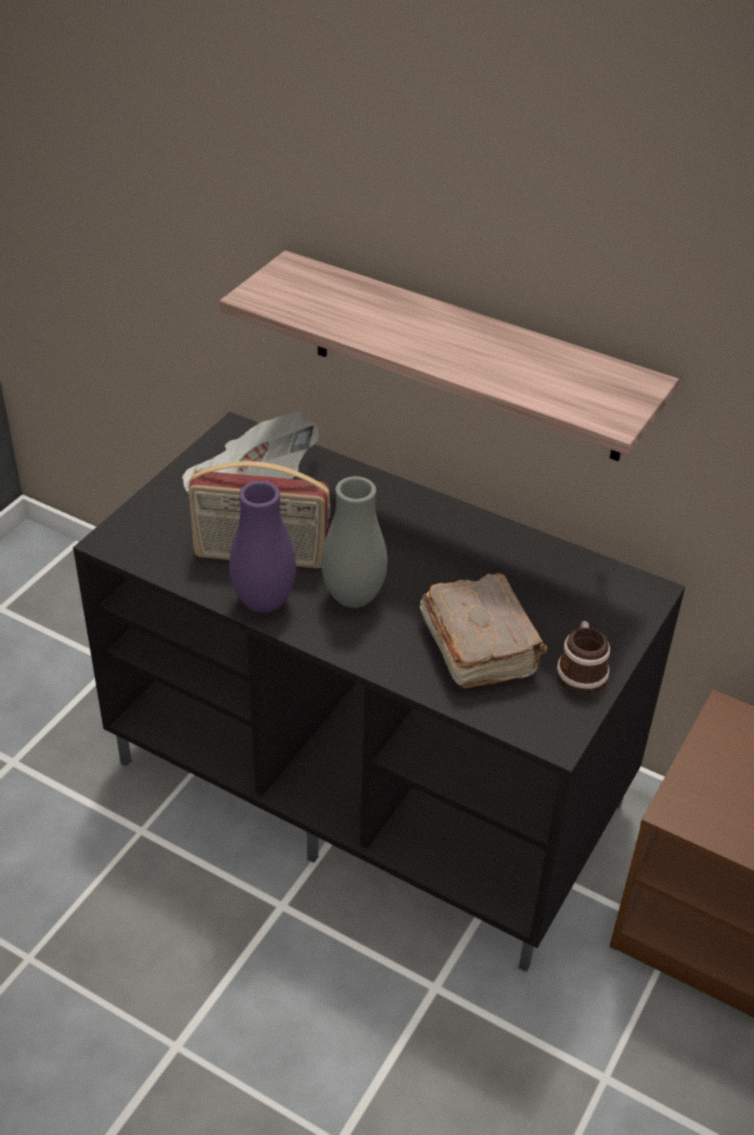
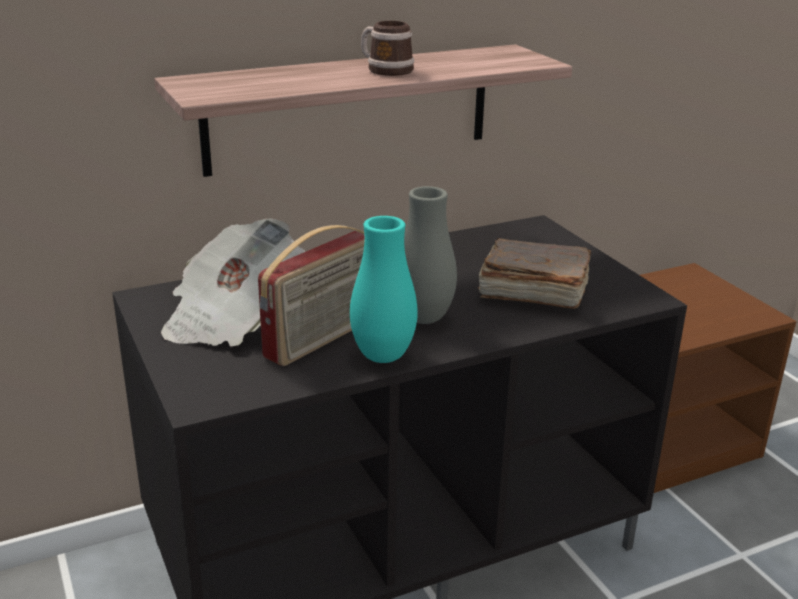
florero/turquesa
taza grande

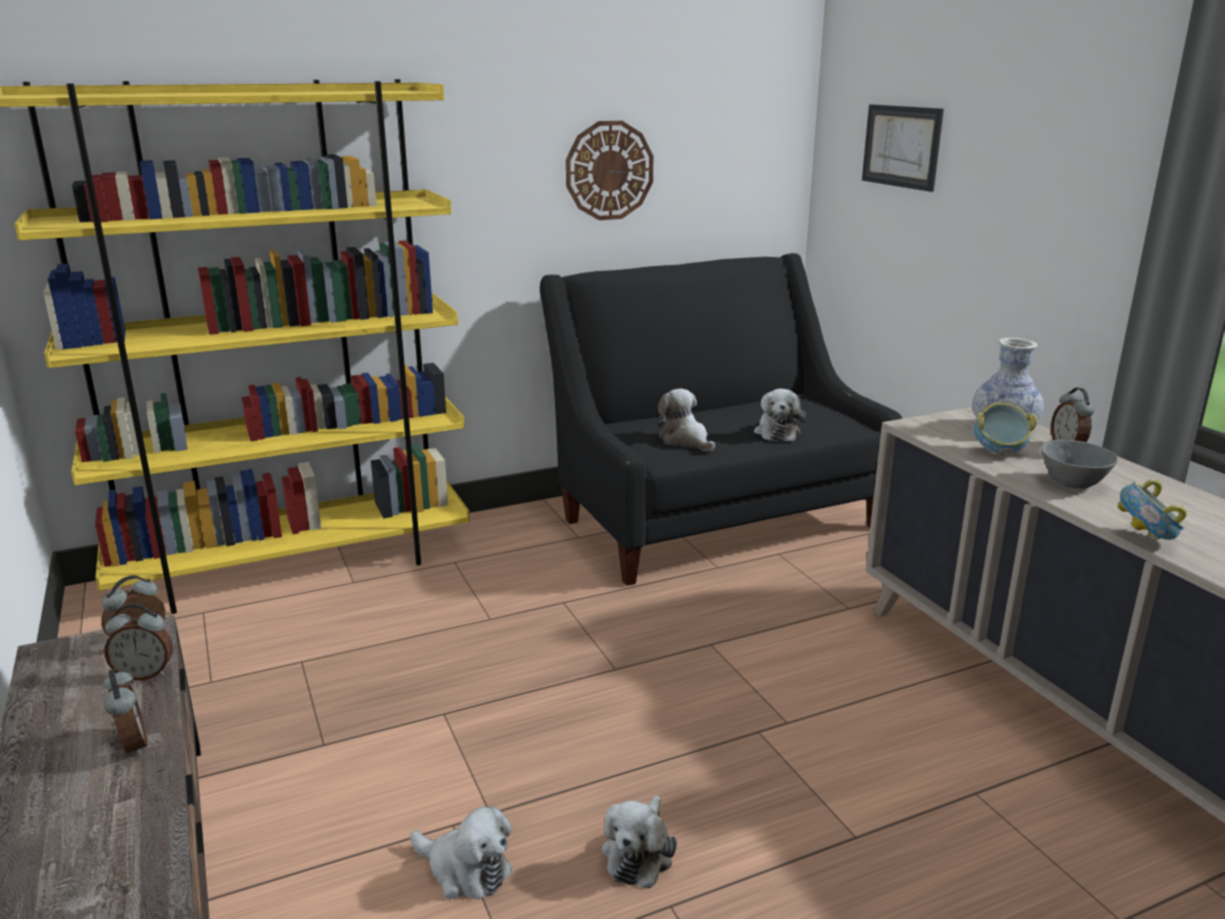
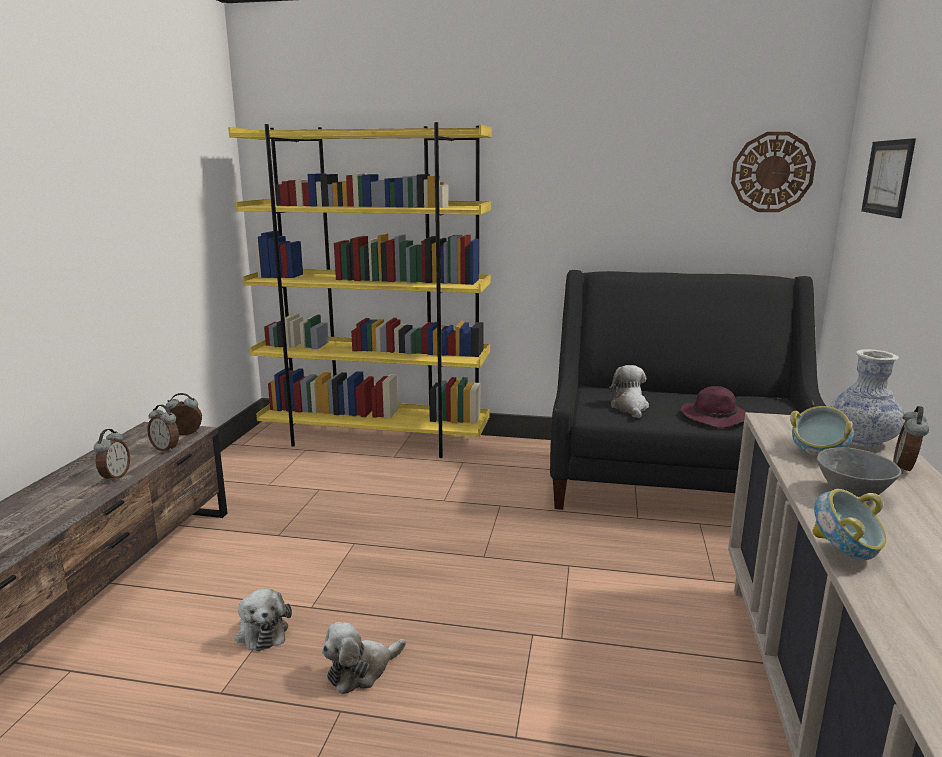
sombrero/morado
reloj de pared

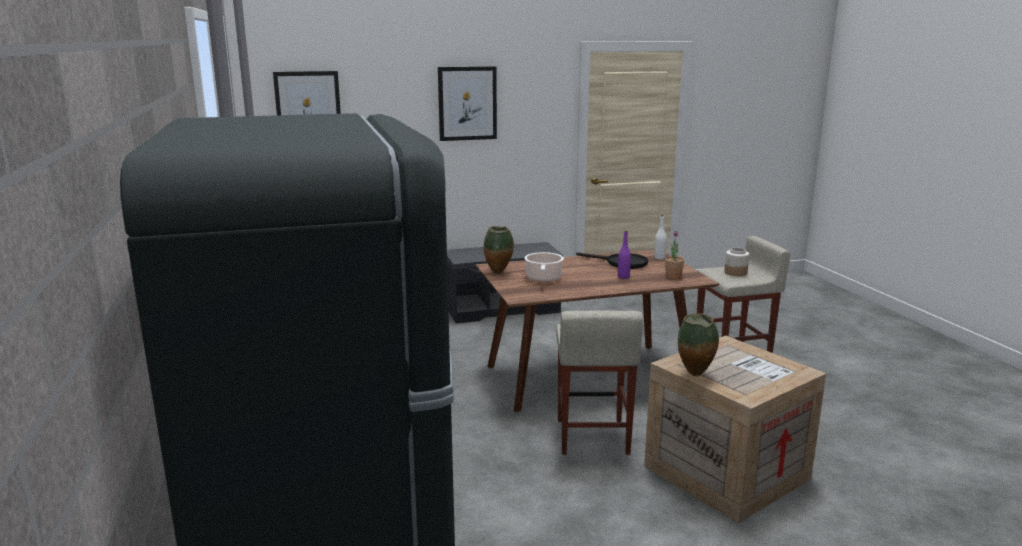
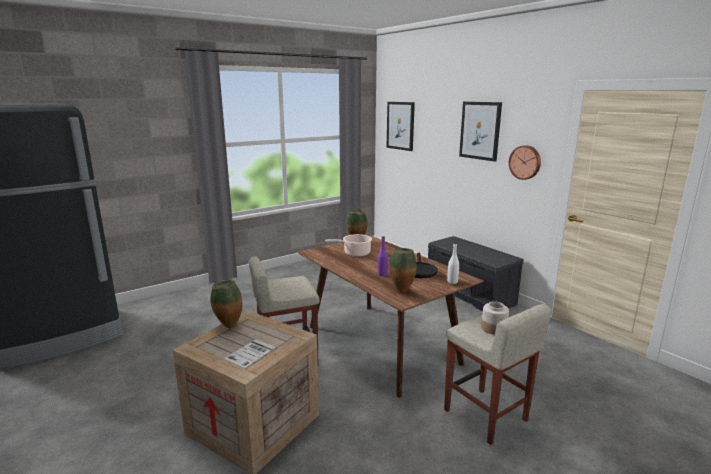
florero (3rd from left)
reloj de pared

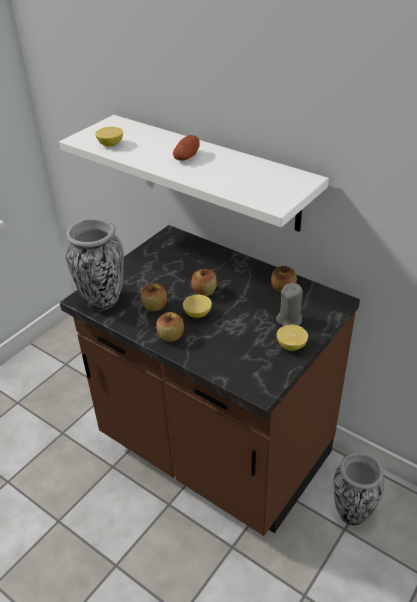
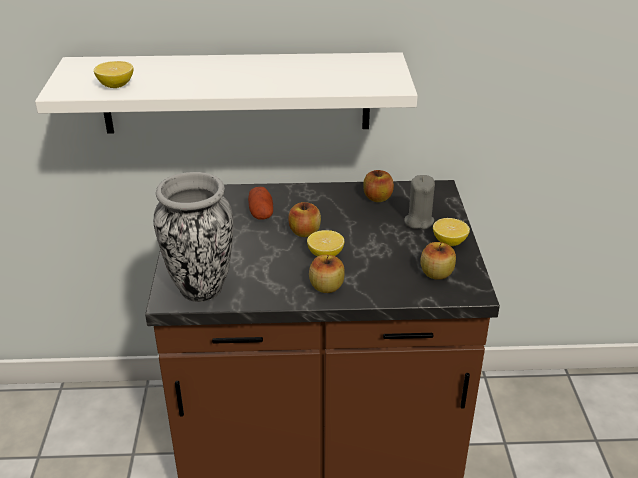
patata
manzana (4th from left)
florero (2nd from left in the first image)

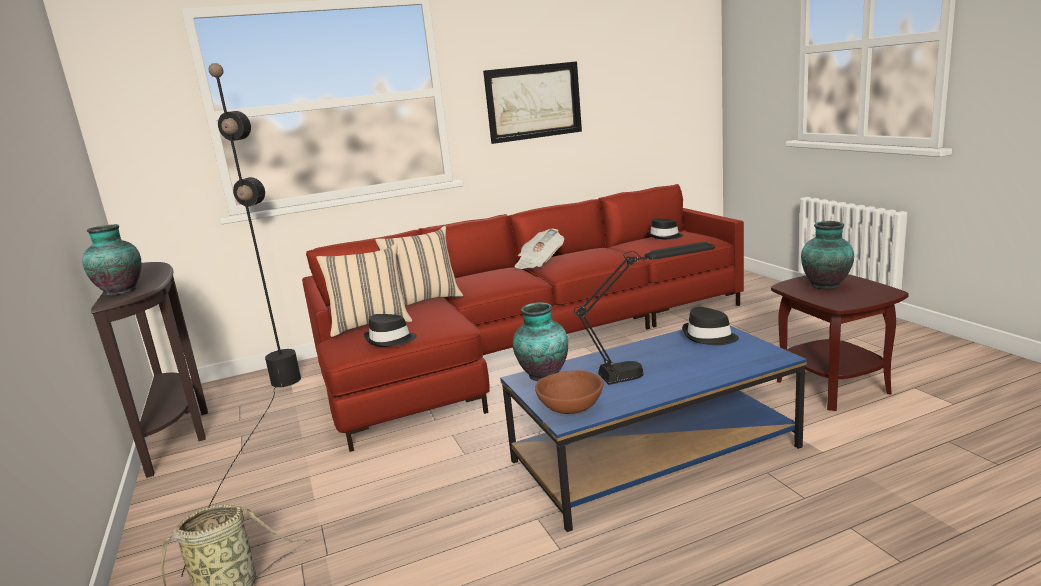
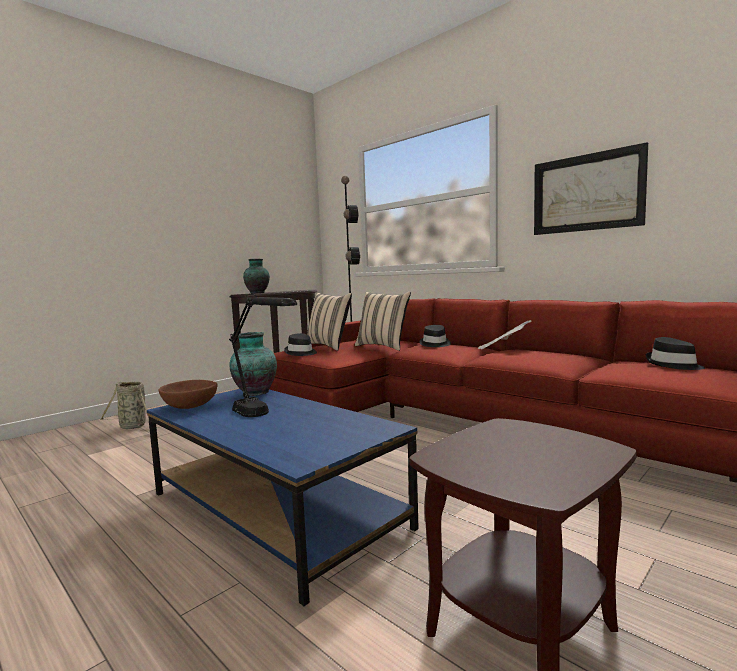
sombrero/negro (2nd from left)
florero (3rd from left in the first image)

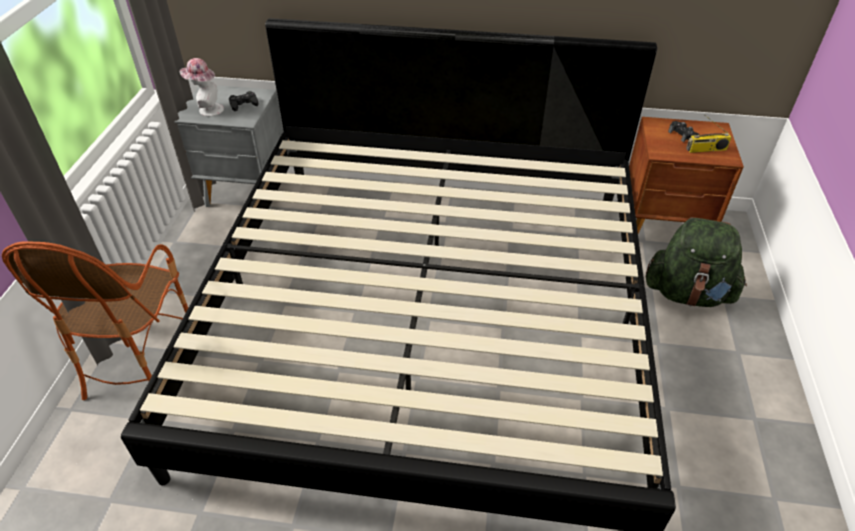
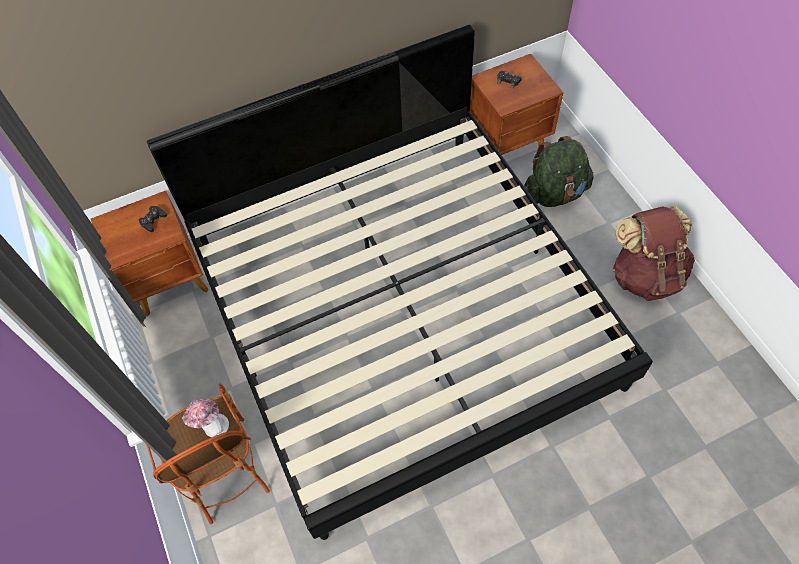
mesita de noche/marrón (1st from left)
sombrero
mochila/marrón
radio

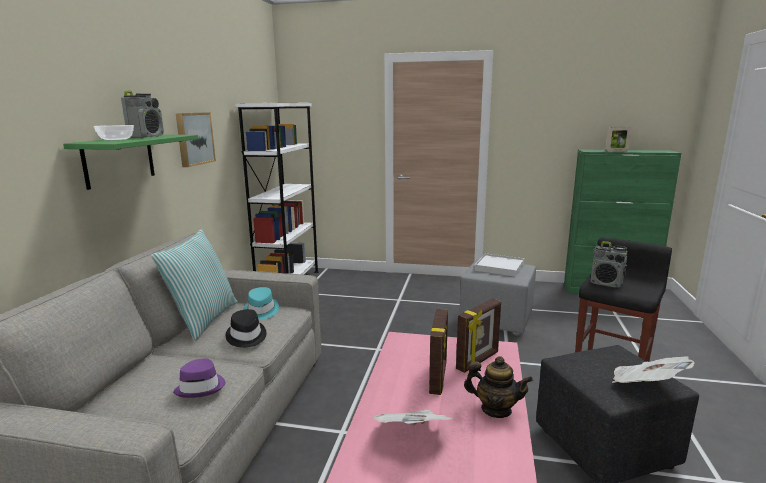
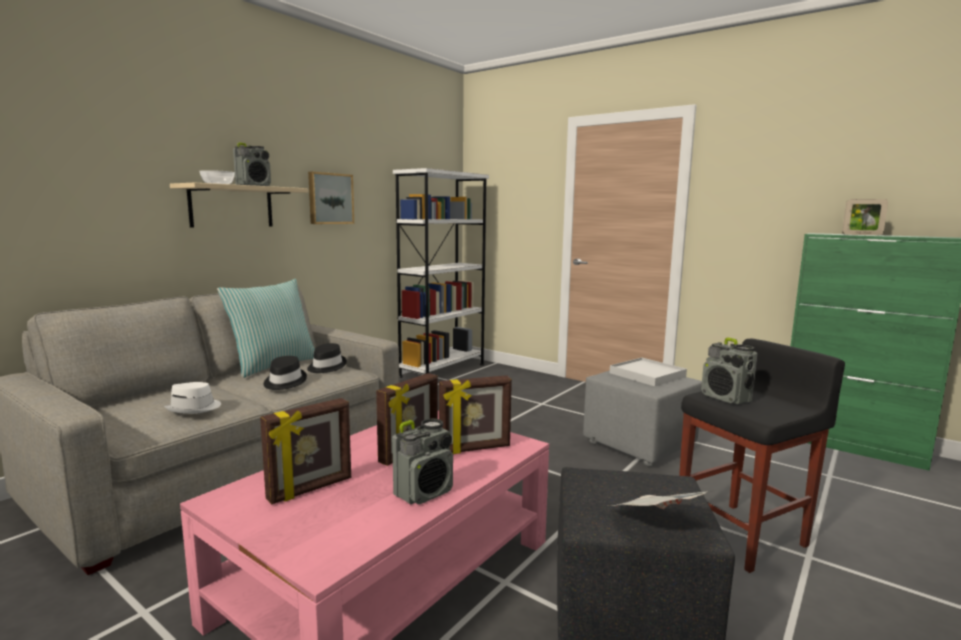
sombrero/blanco
estante/beis
portarretratos (1st from left)
sombrero/negro (2nd from left)
radio (2nd from left)

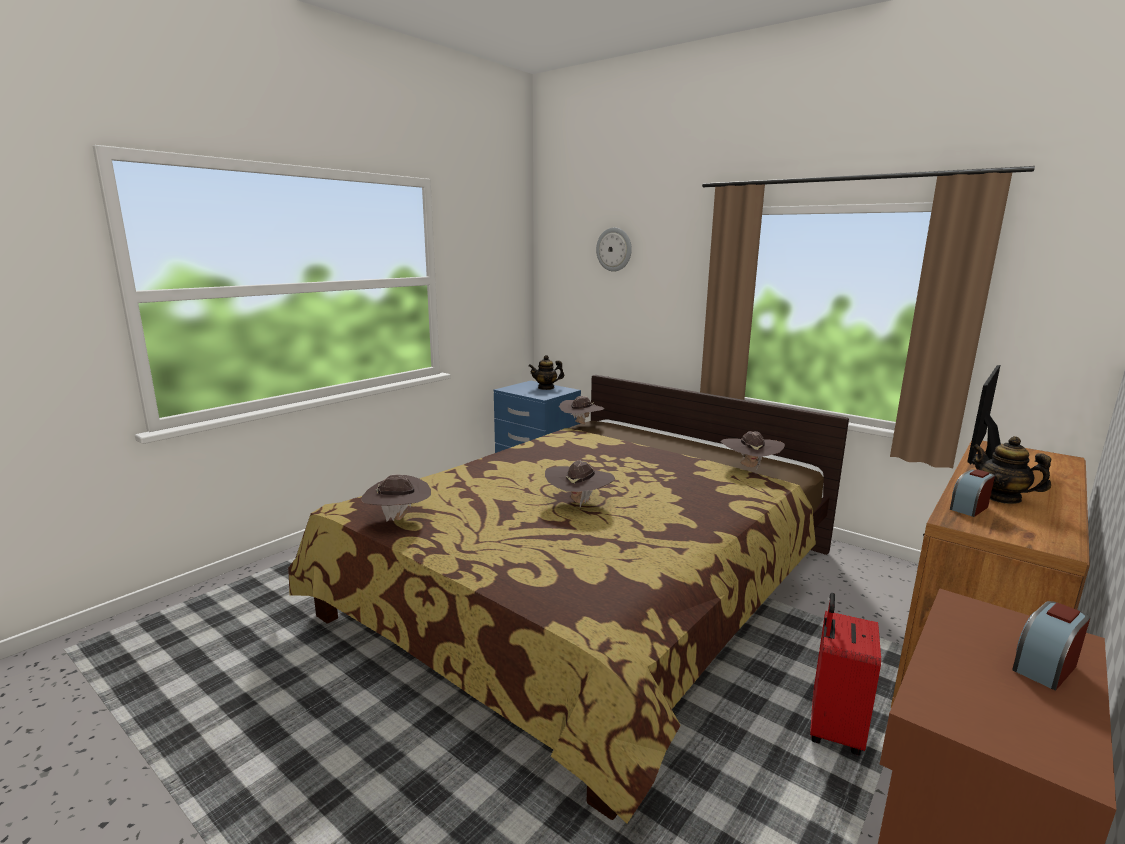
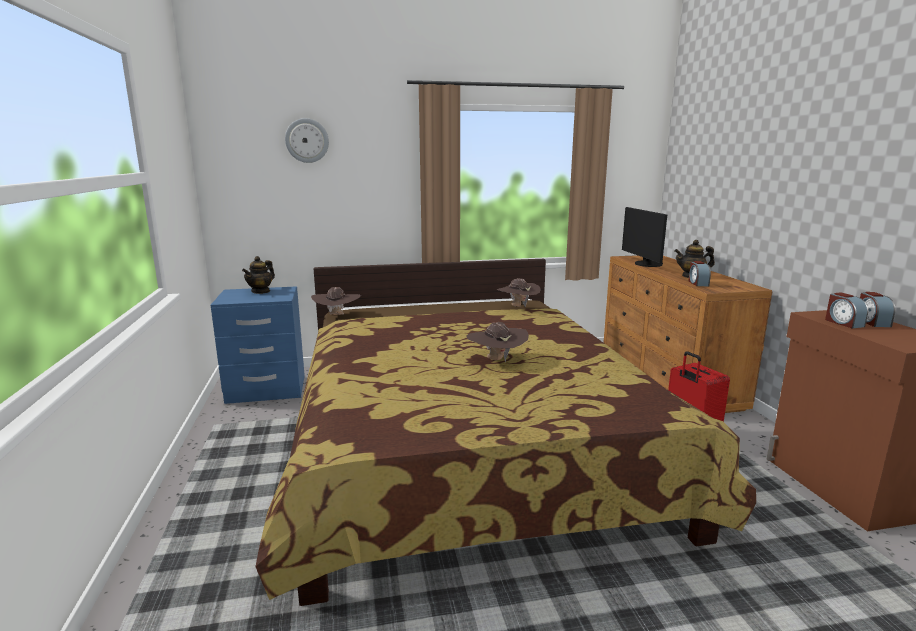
despertador (2nd from left)
sombrero/marrón (1st from left in the first image)

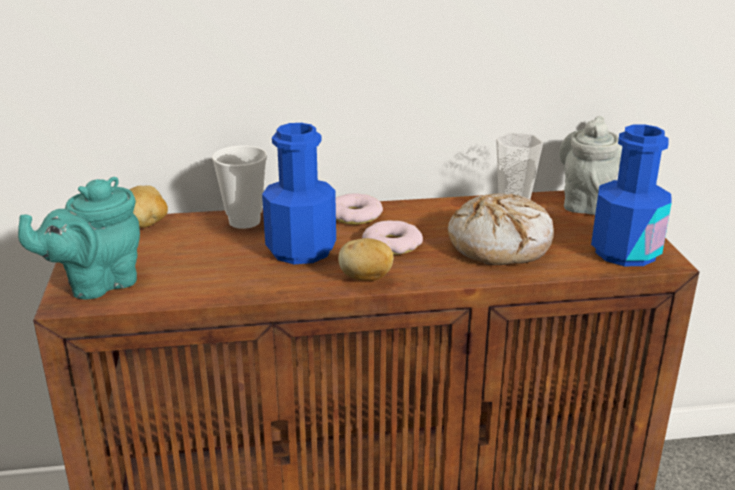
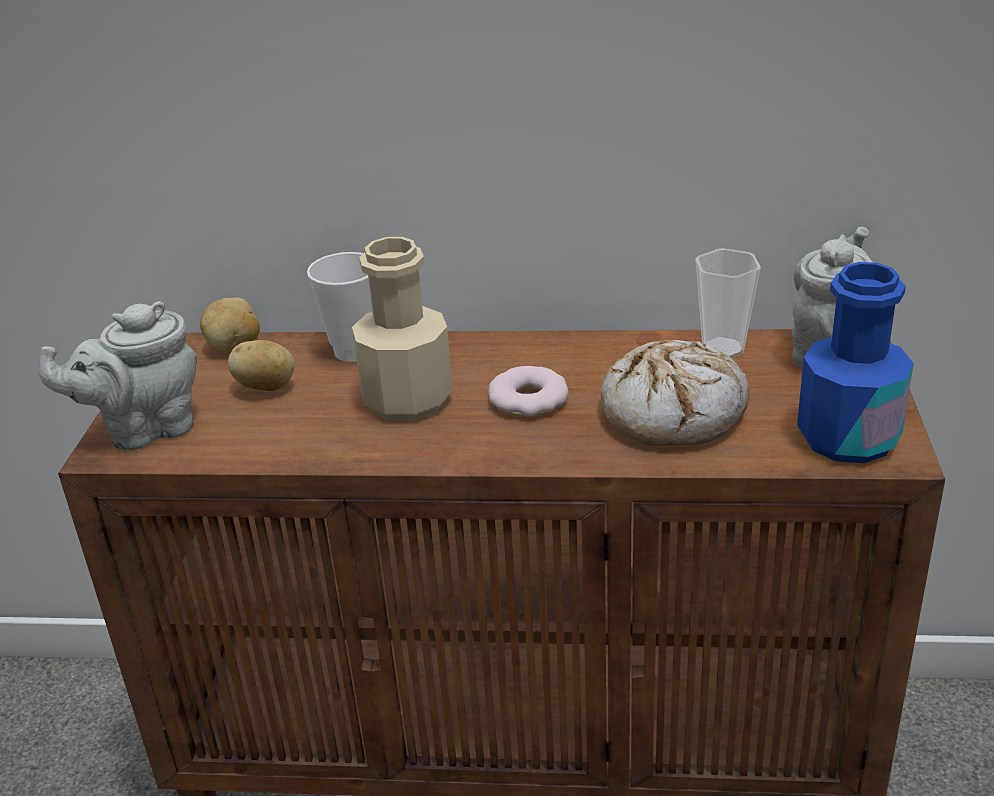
tetera/gris (1st from left)
patata (2nd from left)
botella/beis
rosquilla (1st from left in the first image)

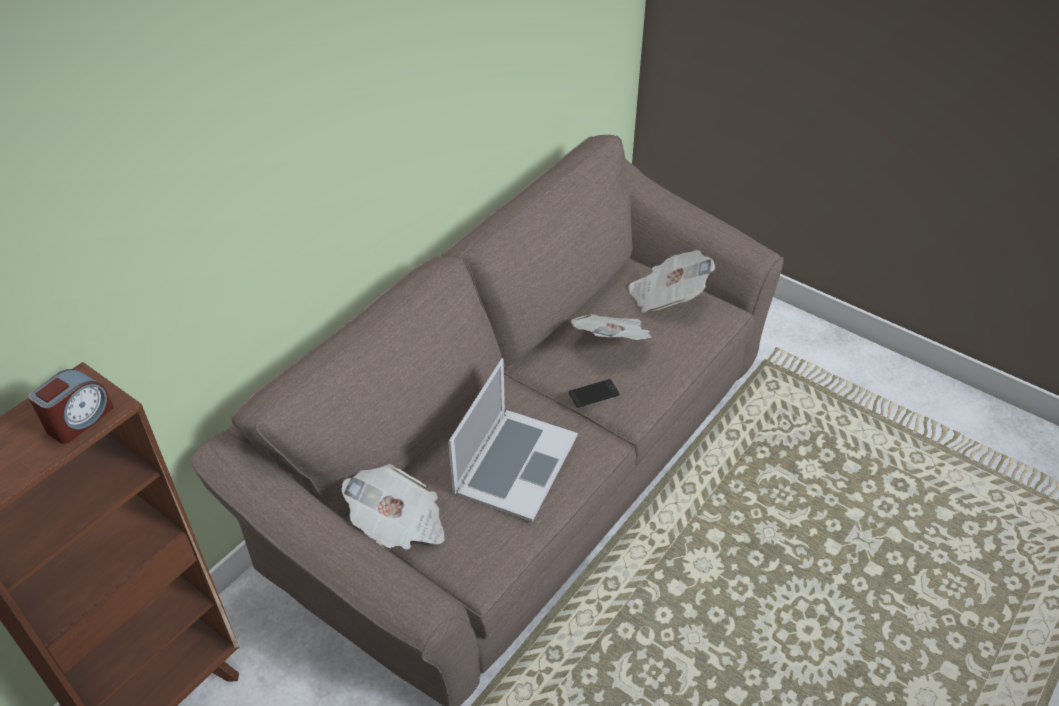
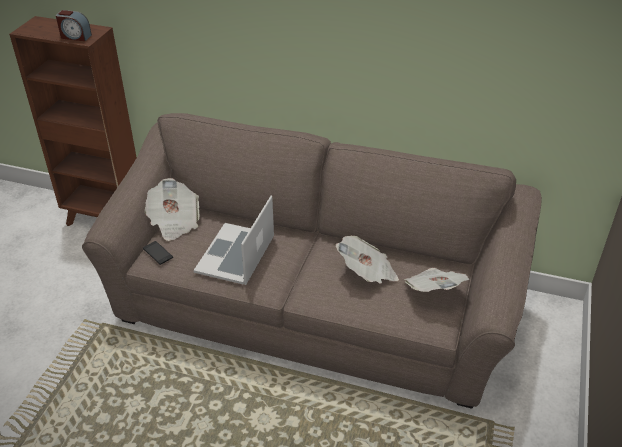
móvil
portátil

